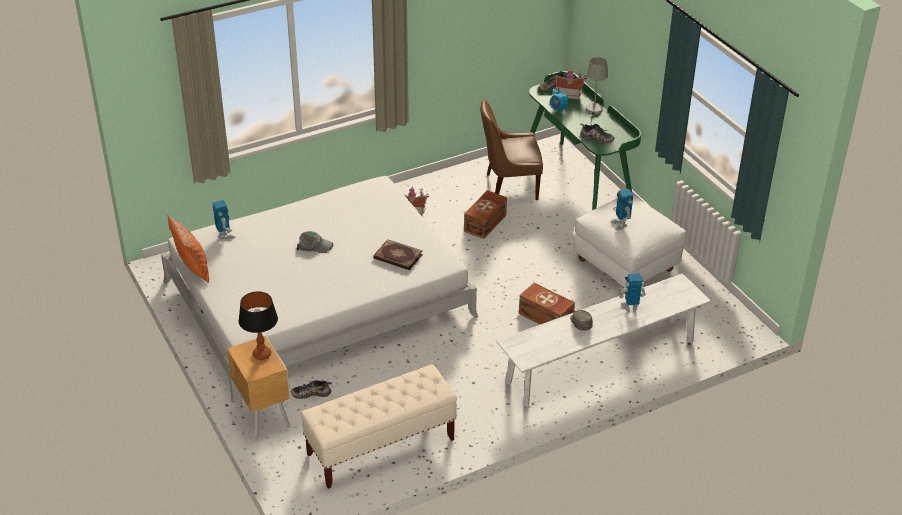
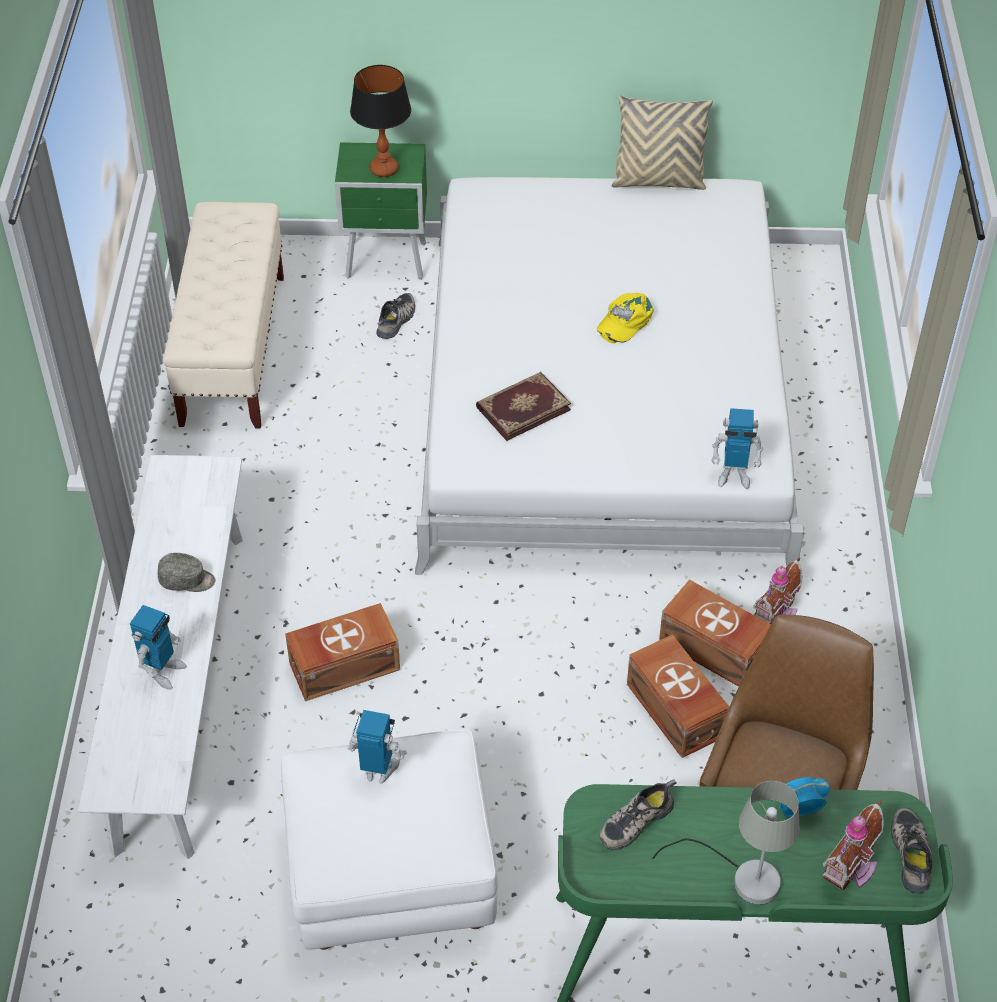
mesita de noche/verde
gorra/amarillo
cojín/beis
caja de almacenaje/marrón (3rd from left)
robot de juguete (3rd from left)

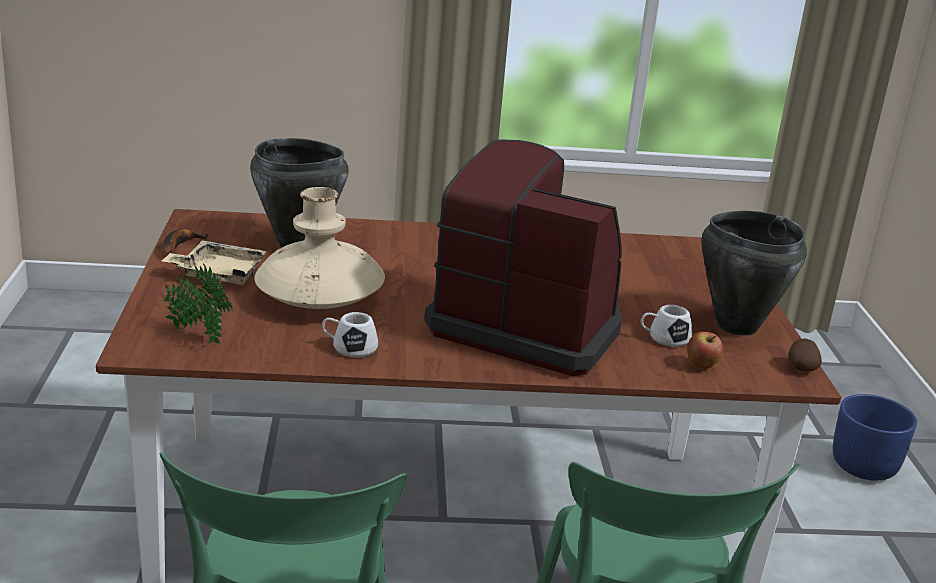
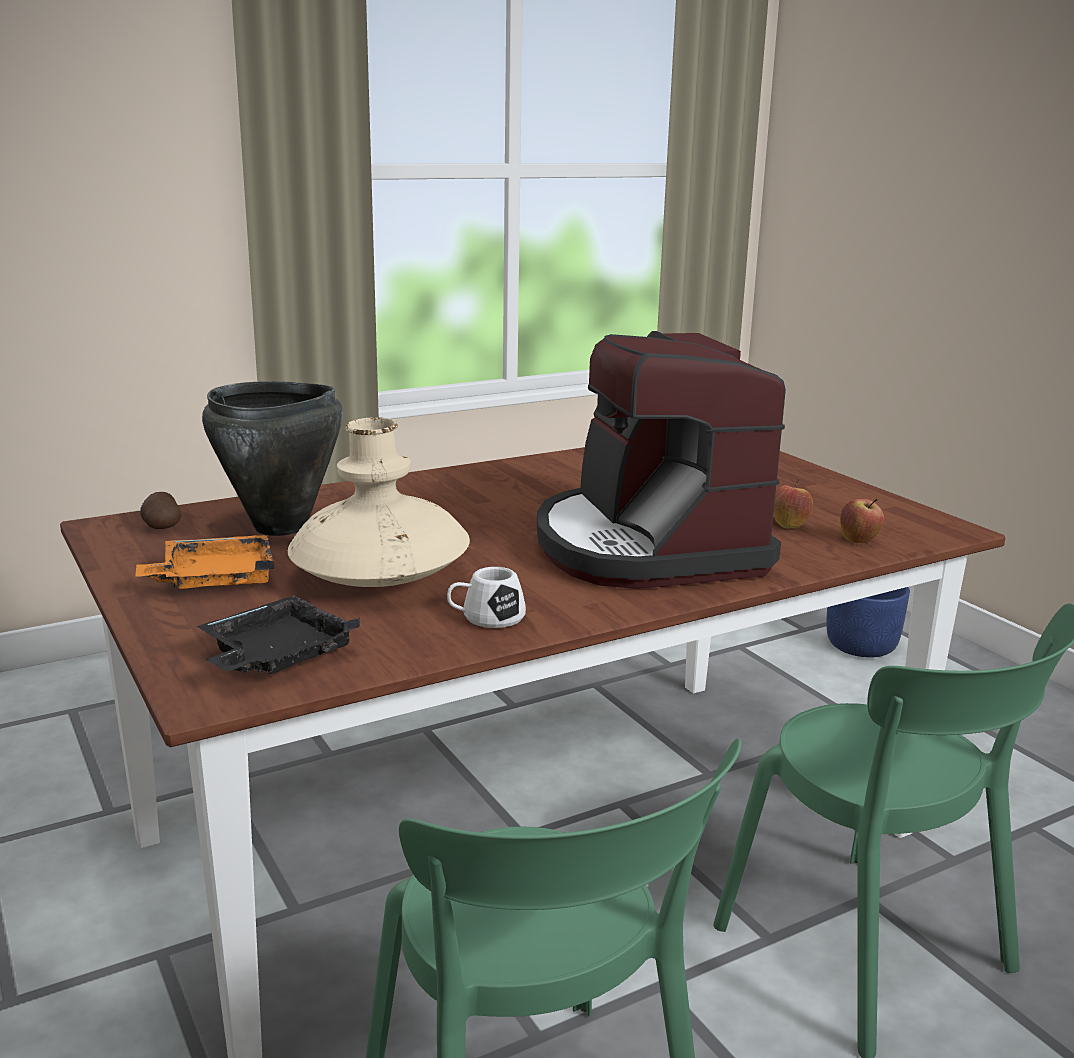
bandeja/naranja
patata
bandeja/negro
cafetera
manzana (1st from left)
plátano
olla/negro (2nd from left in the first image)

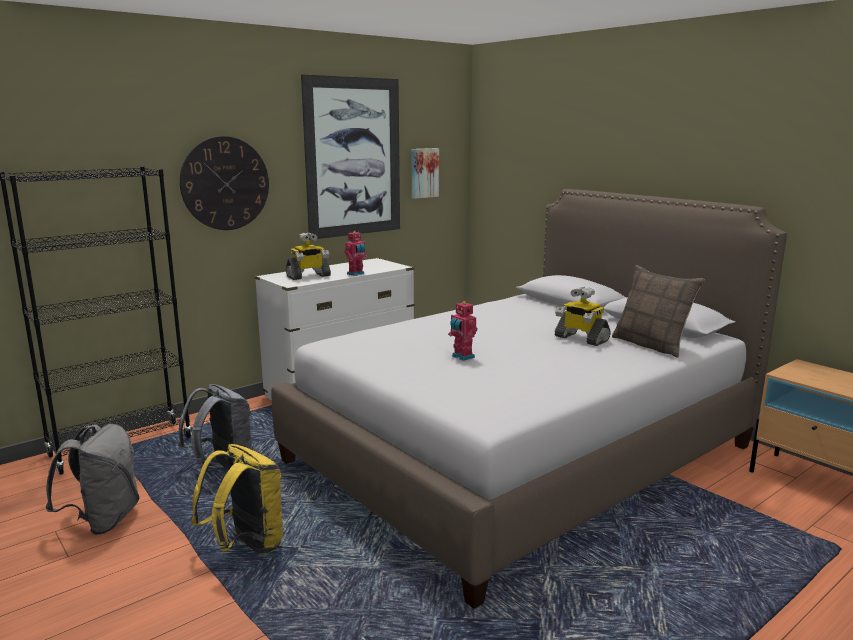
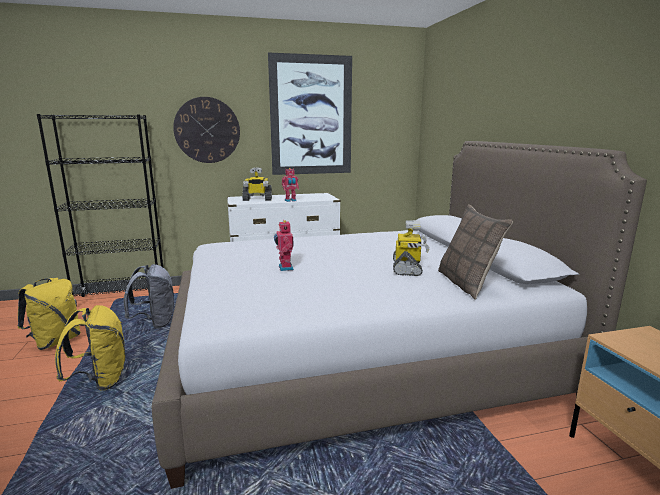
mochila/amarillo (1st from left)
robot de juguete (4th from left)
cuadro (2nd from left in the first image)

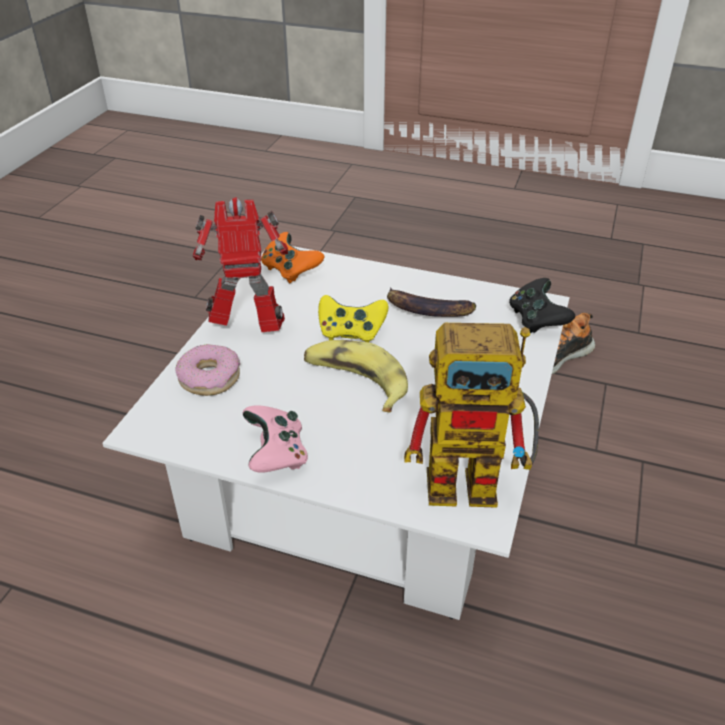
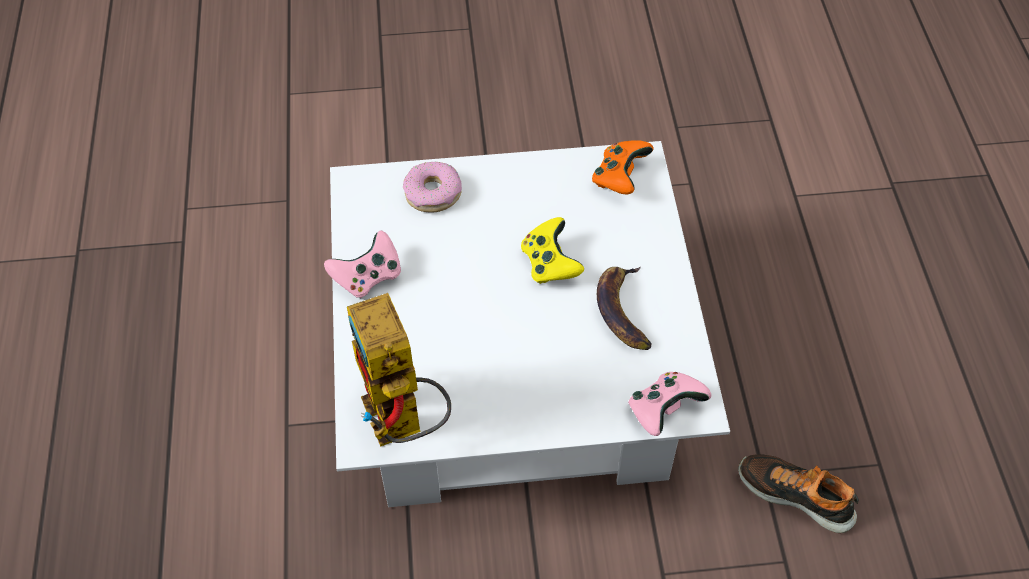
mando de consola/rosa (2nd from left)
robot de juguete (1st from left in the first image)
plátano (1st from left in the first image)

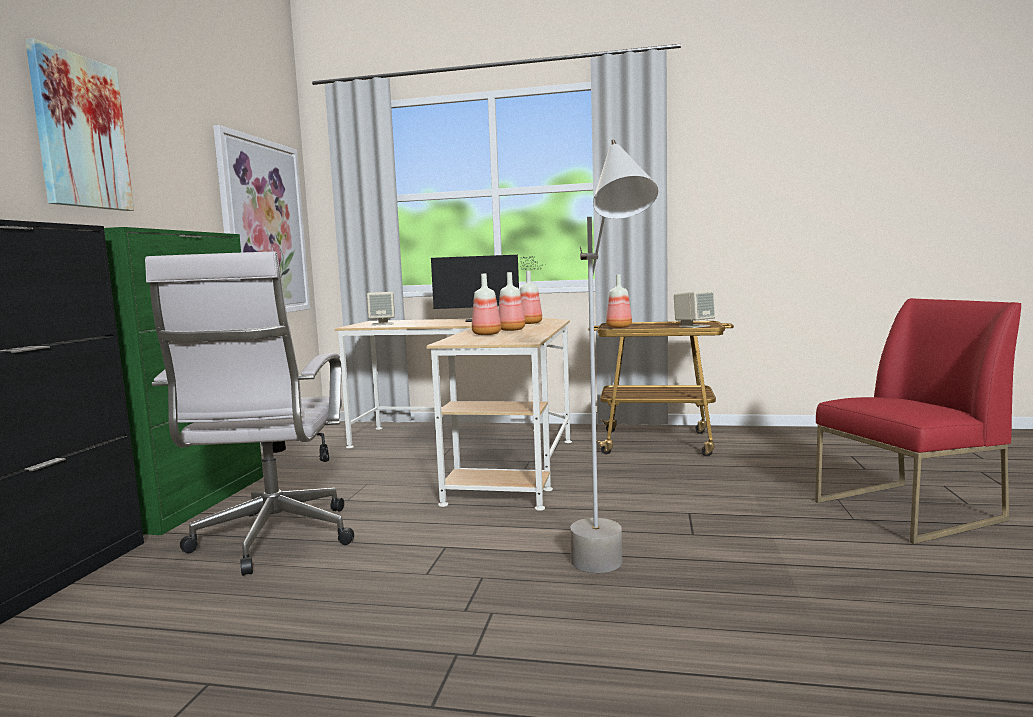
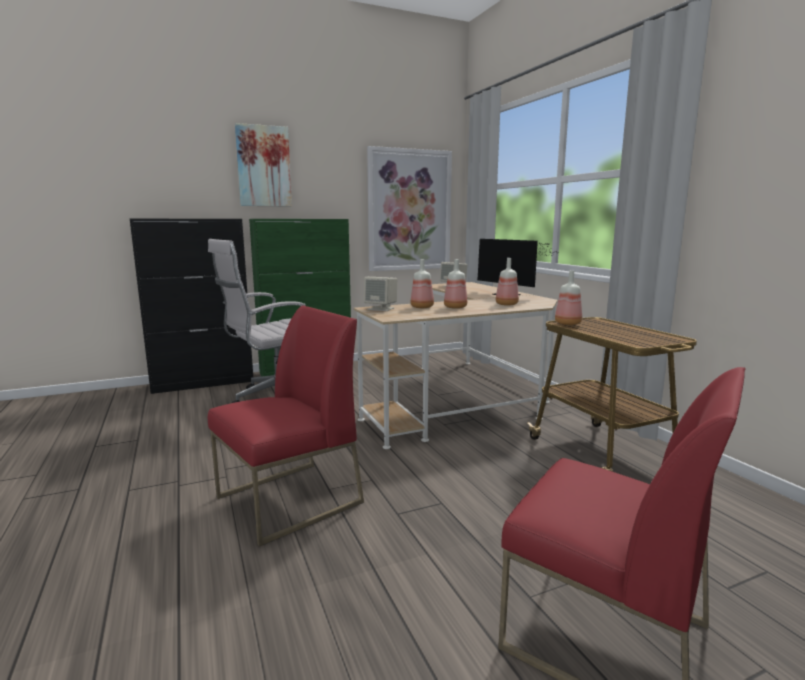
silla/rojo (1st from left)
altavoz/beis (1st from left)

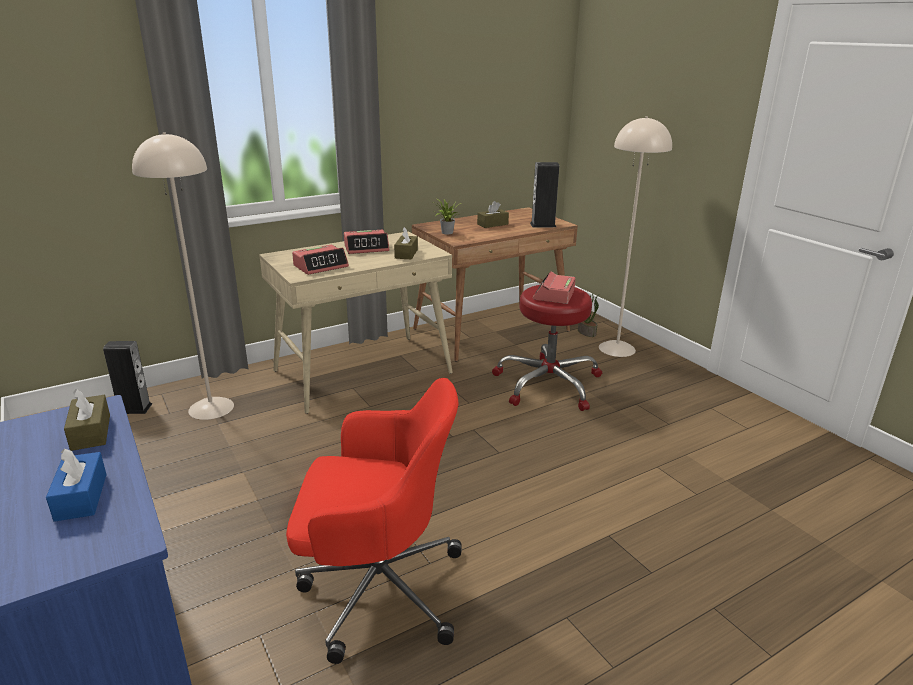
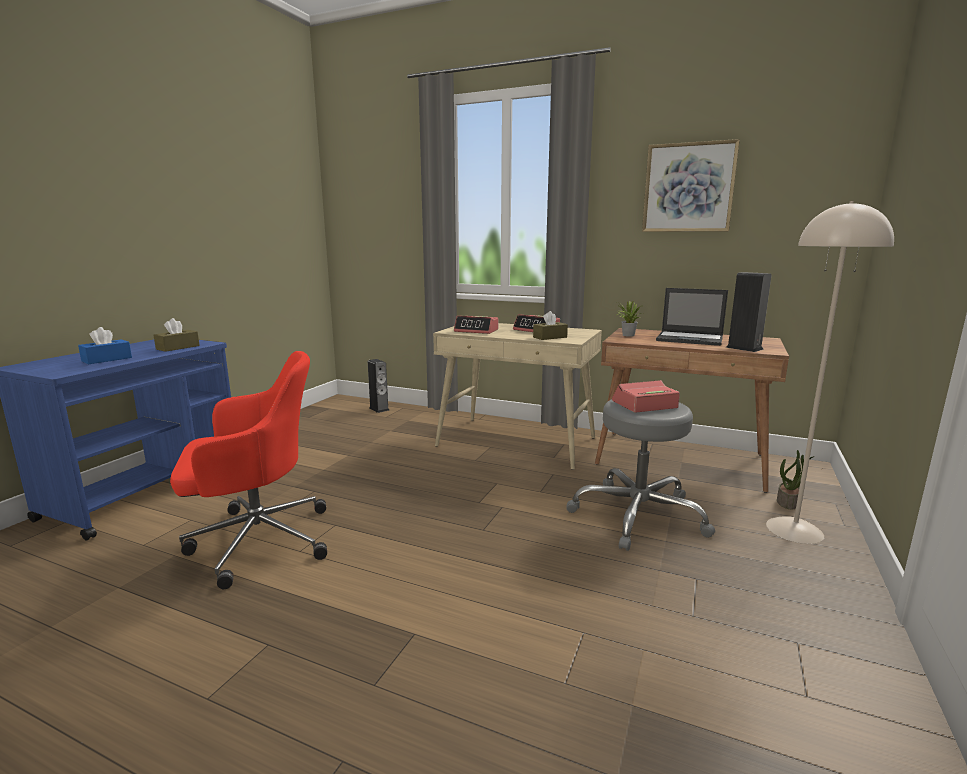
silla de oficina/rojo
taburete/gris
cuadro
portátil
lámpara de pie/beis (1st from left in the first image)

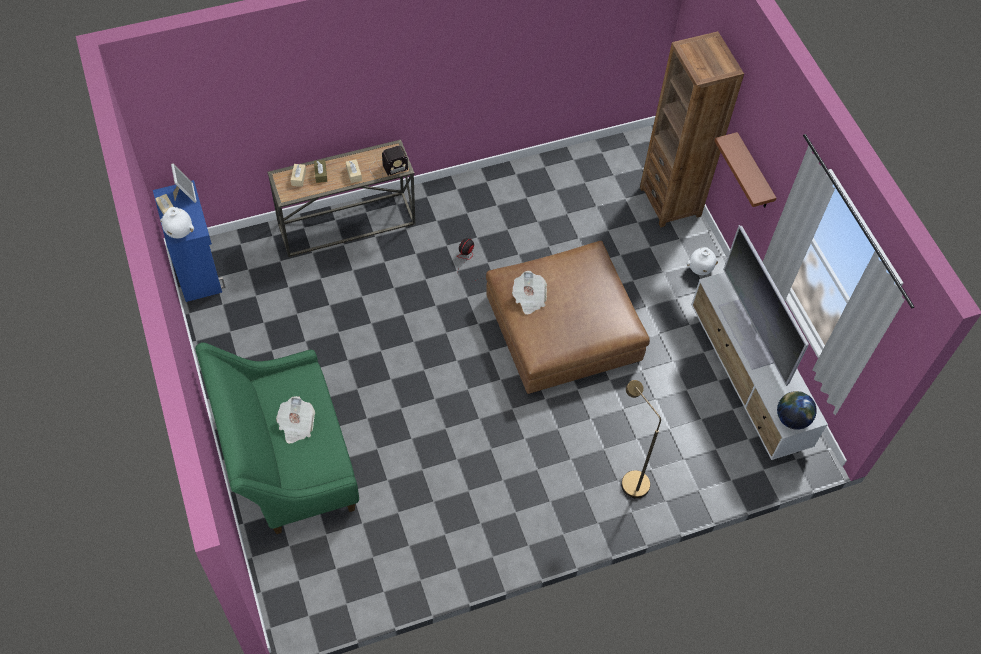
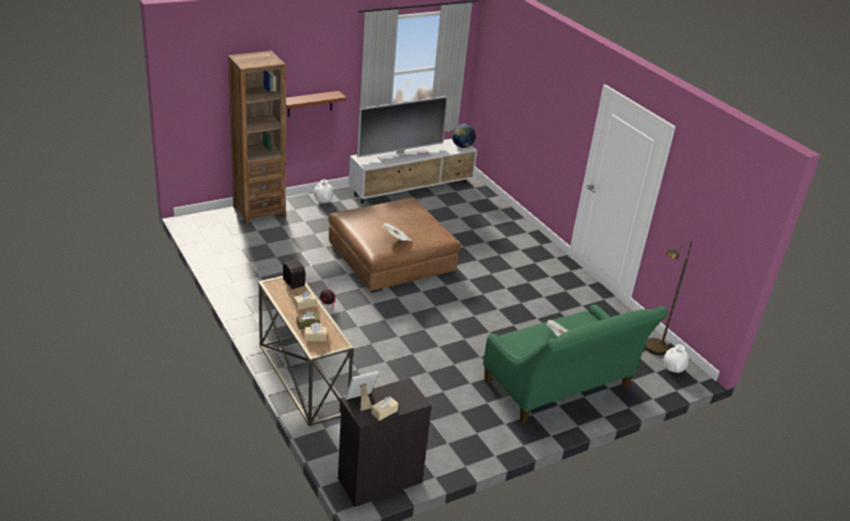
armario/negro
lámpara de pie/marrón
florero/blanco (2nd from left)

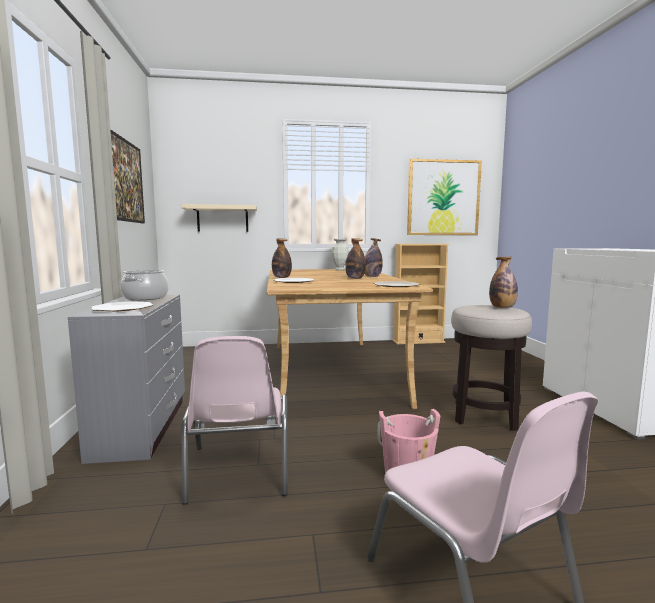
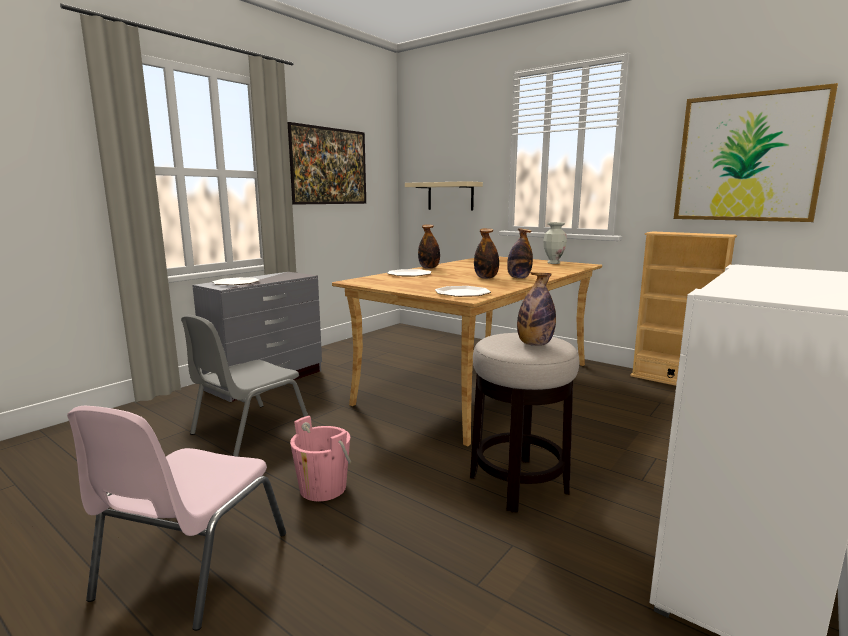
silla/gris
olla

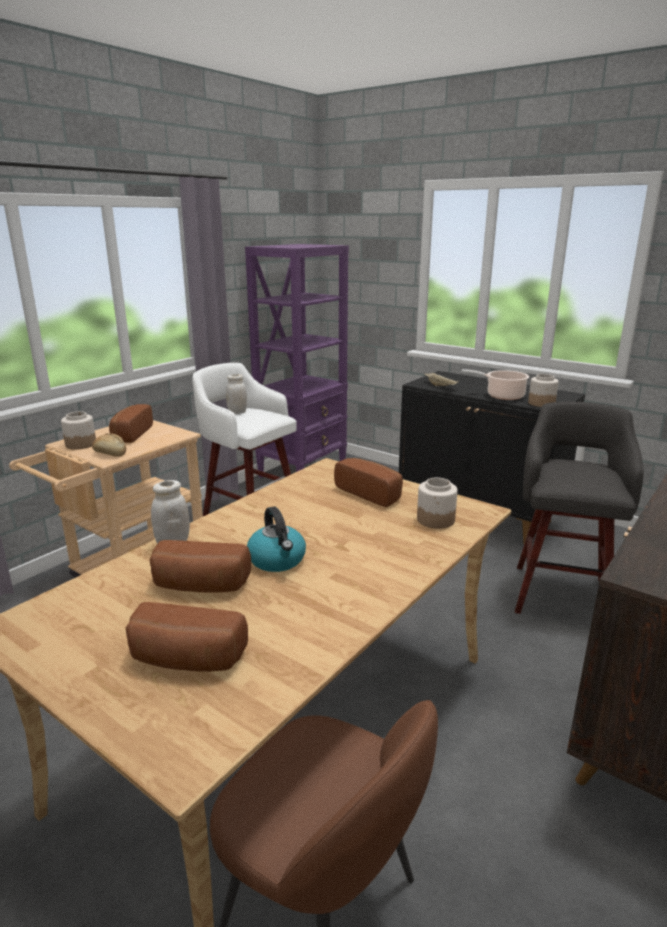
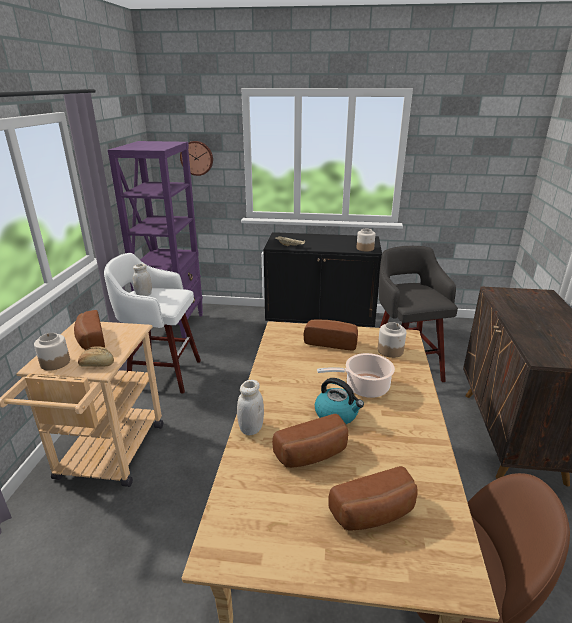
reloj de pared
olla

